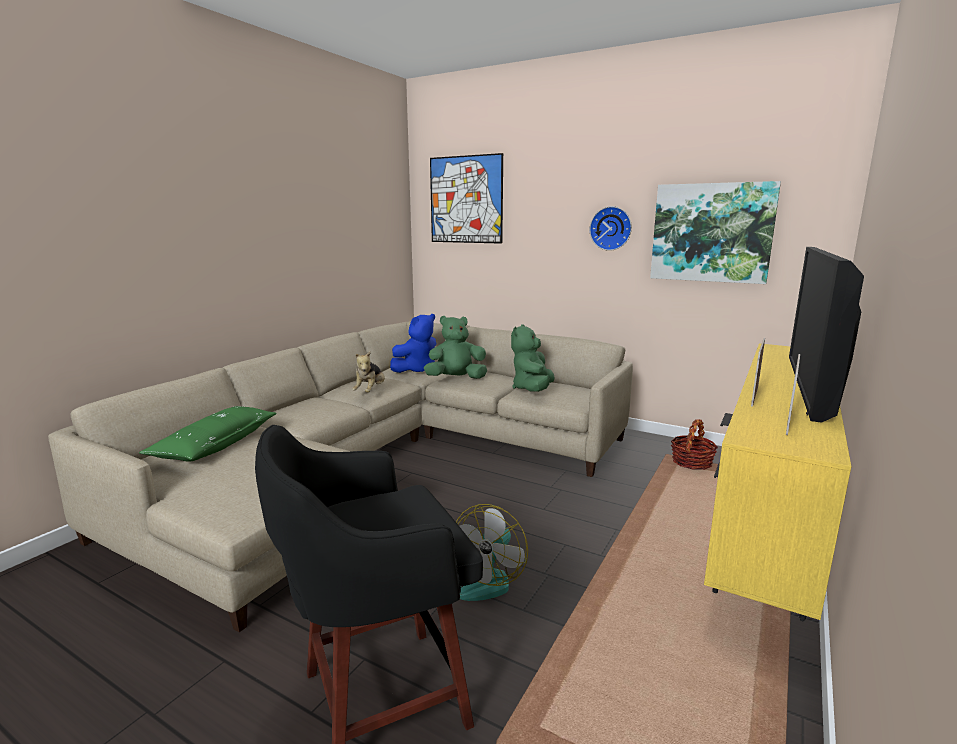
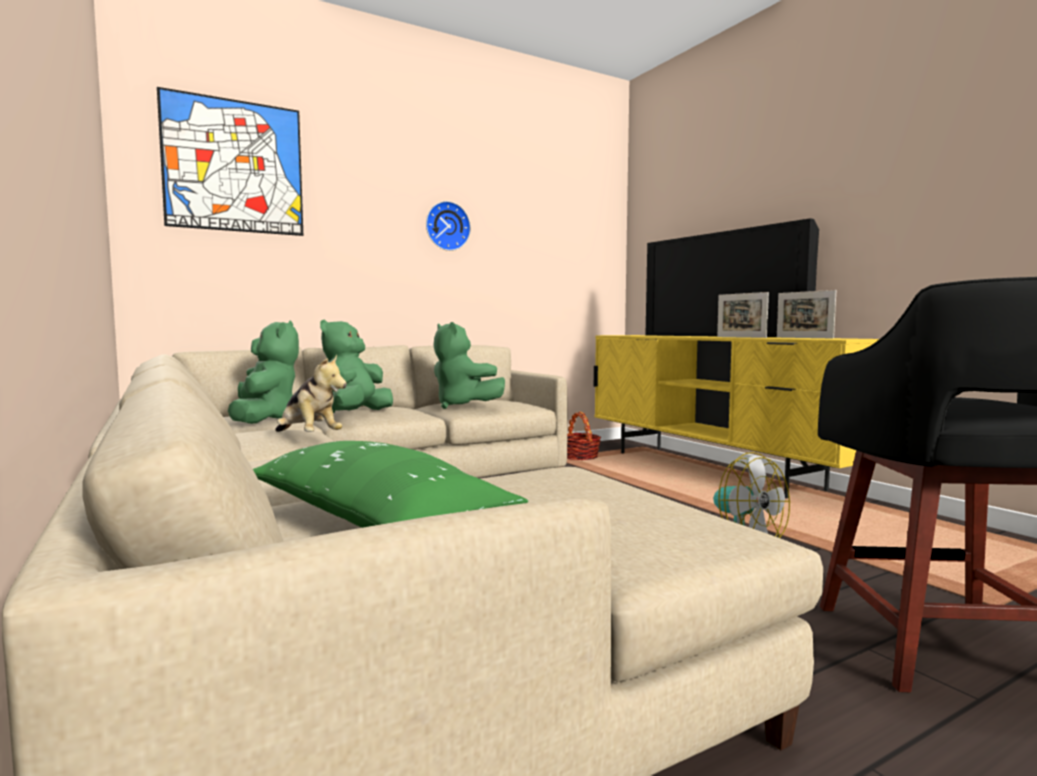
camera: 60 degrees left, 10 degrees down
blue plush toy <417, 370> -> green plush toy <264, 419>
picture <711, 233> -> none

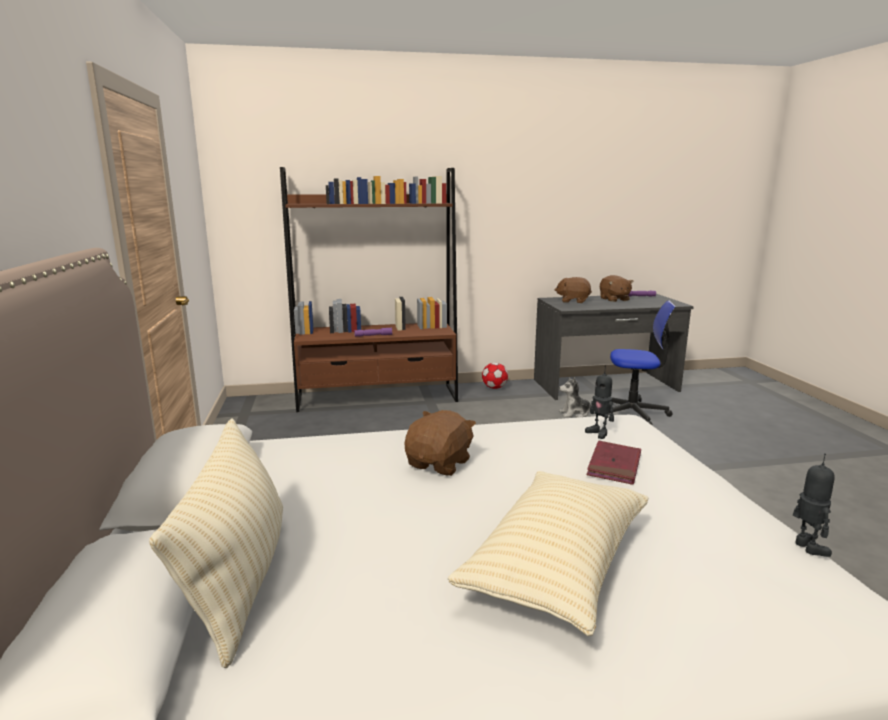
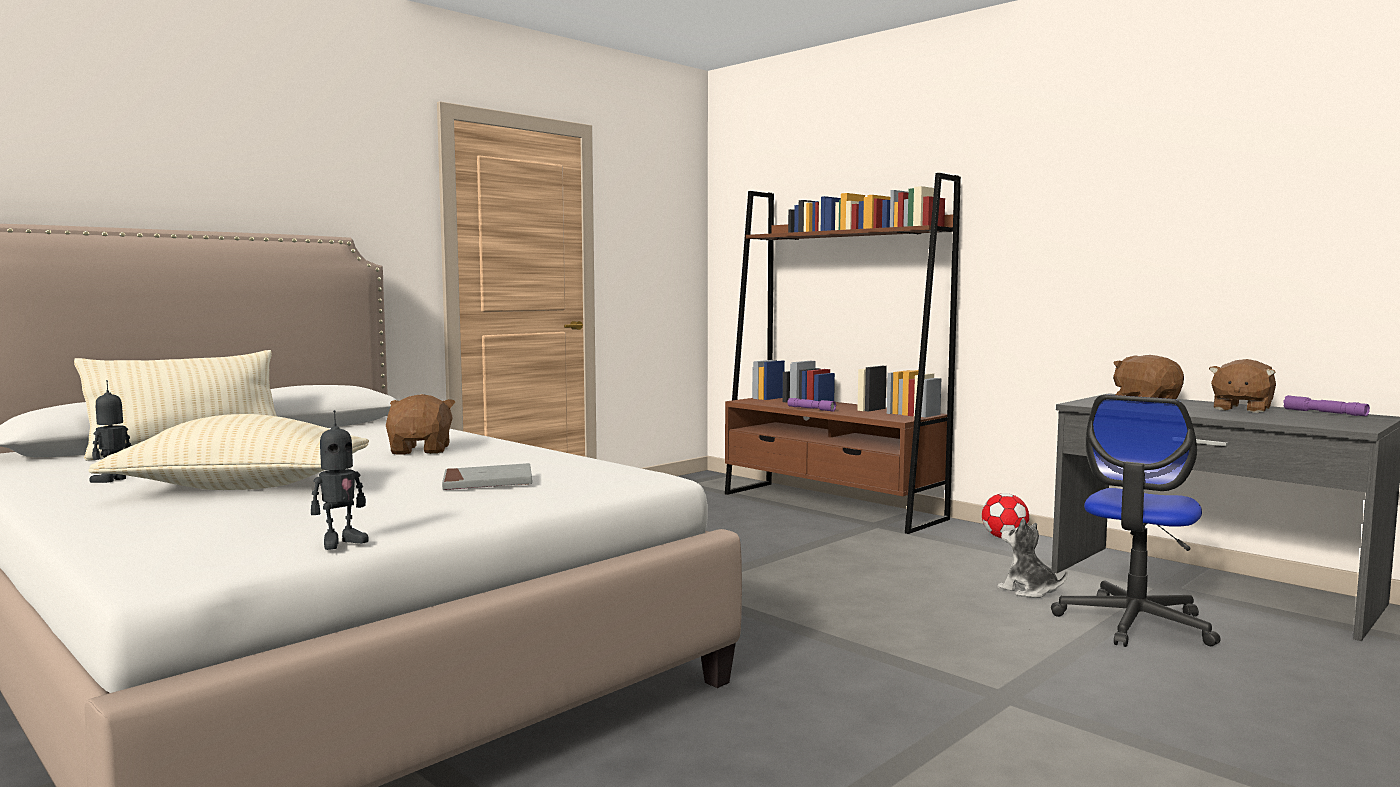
camera: 55 degrees right, 10 degrees down
brown plush toy <440, 464> -> brown plush toy <421, 450>, 90 degrees counterclockwise
toy robot <599, 433> -> toy robot <113, 480>, relocated
red book <614, 465> -> grey book <488, 482>
office chair <633, 413> -> office chair <1134, 623>, 60 degrees clockwise

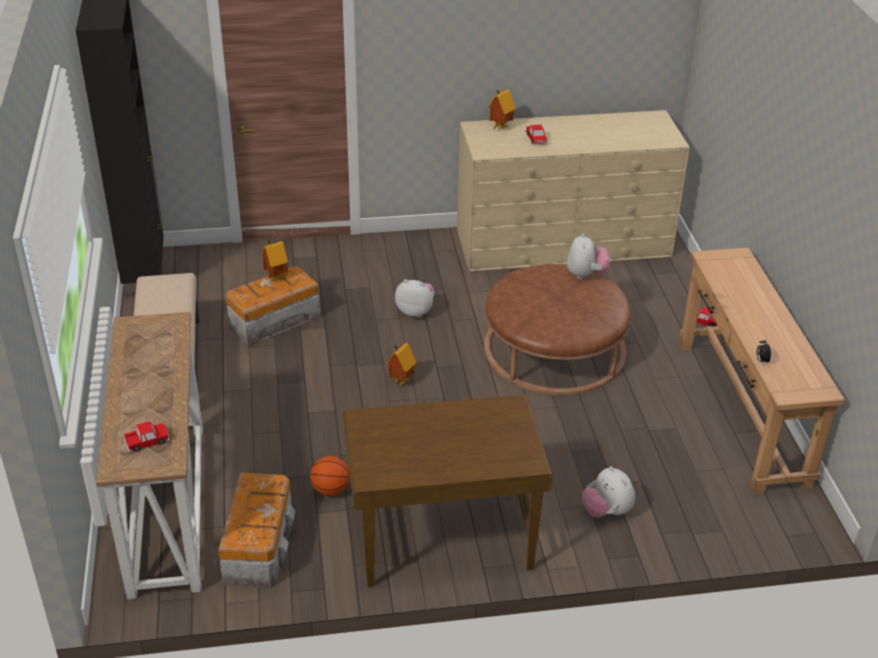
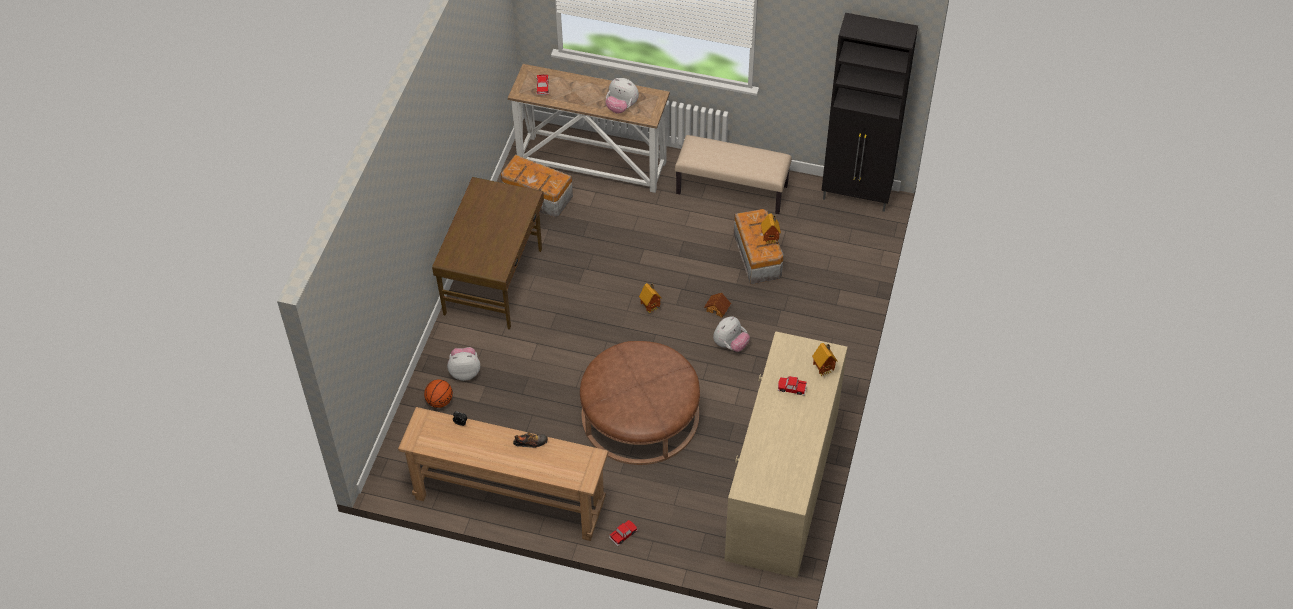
camera: 115 degrees right, 15 degrees up
basketball <330, 490> -> basketball <440, 401>, relocated
plush toy <586, 274> -> plush toy <621, 107>, relocated
none -> shoe <531, 442>
none -> toy house <717, 308>

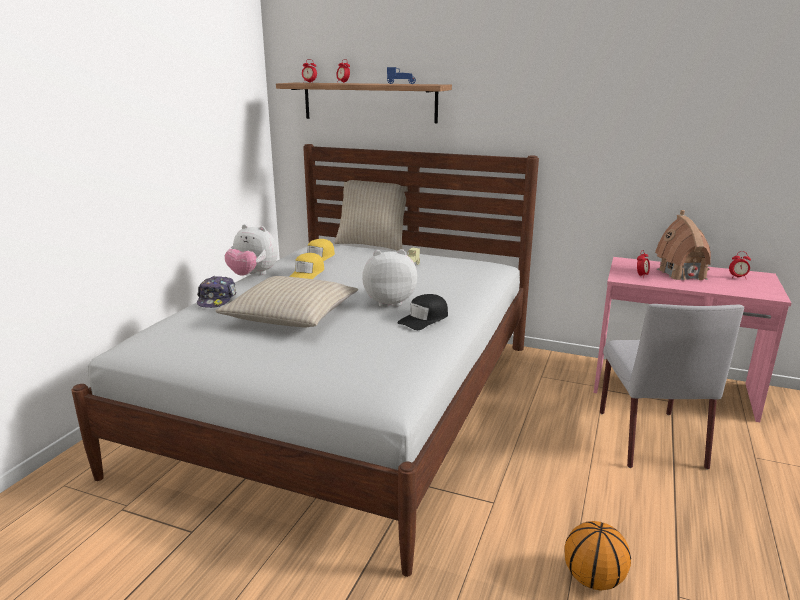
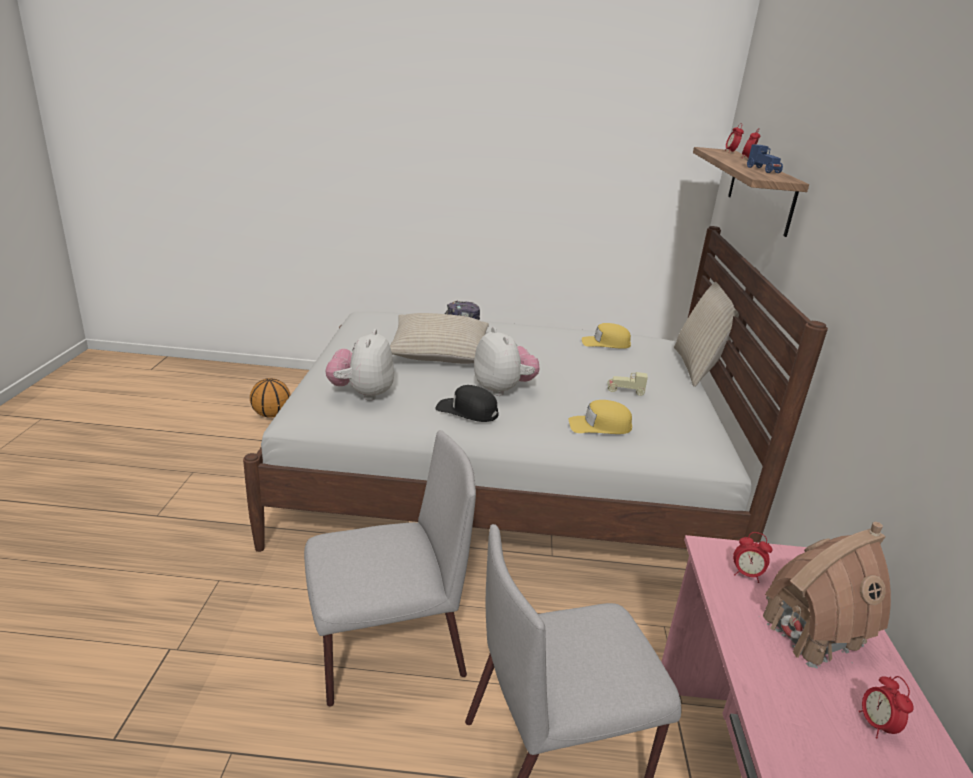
camera: 70 degrees right, 5 degrees up
plush toy <253, 275> -> plush toy <362, 394>, relocated
yellow cap <307, 274> -> yellow cap <599, 426>, relocated
basketball <592, 579> -> basketball <271, 414>, relocated
none -> grey chair <385, 651>

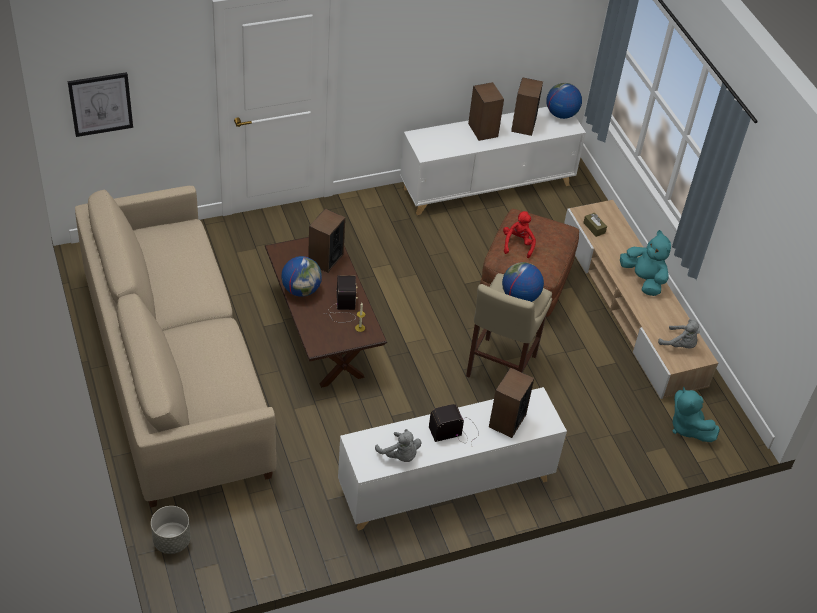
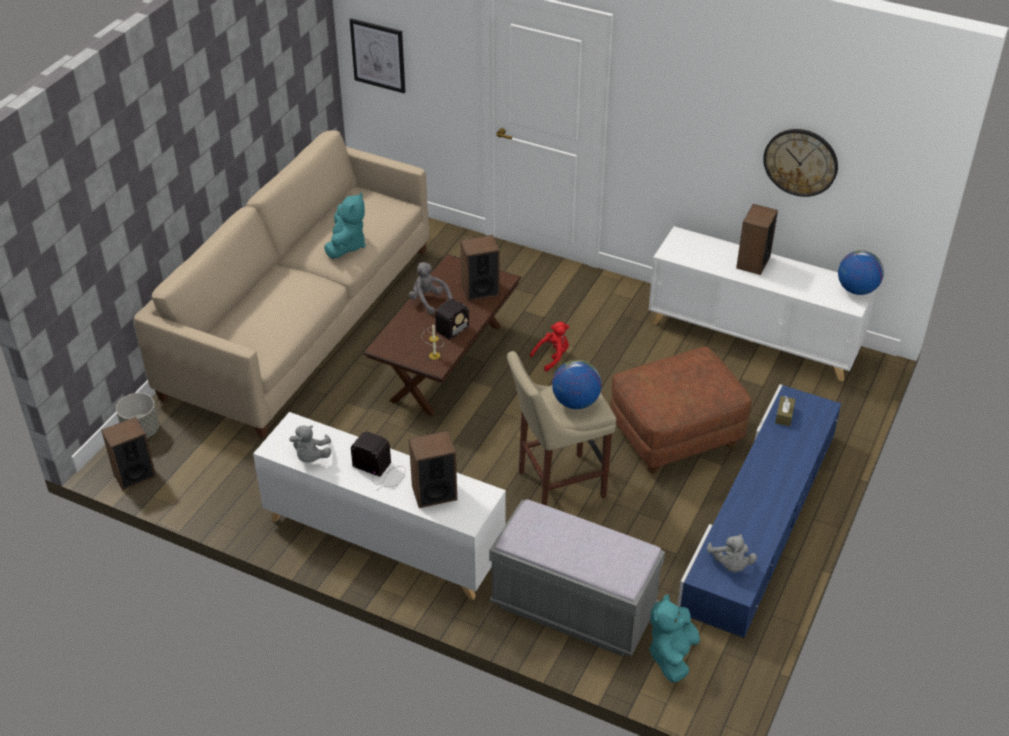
camera: 50 degrees right, 5 degrees down
globe <301, 290> -> grey plush toy <428, 301>
red plush toy <518, 244> -> red plush toy <552, 357>, relocated
speaker <523, 125> -> speaker <134, 475>, relocated
beige tv stand <631, 308> -> blue tv stand <759, 520>
turquoise plush toy <643, 279> -> turquoise plush toy <346, 245>, relocated
none -> grey bench <573, 609>
none -> wall clock <800, 162>

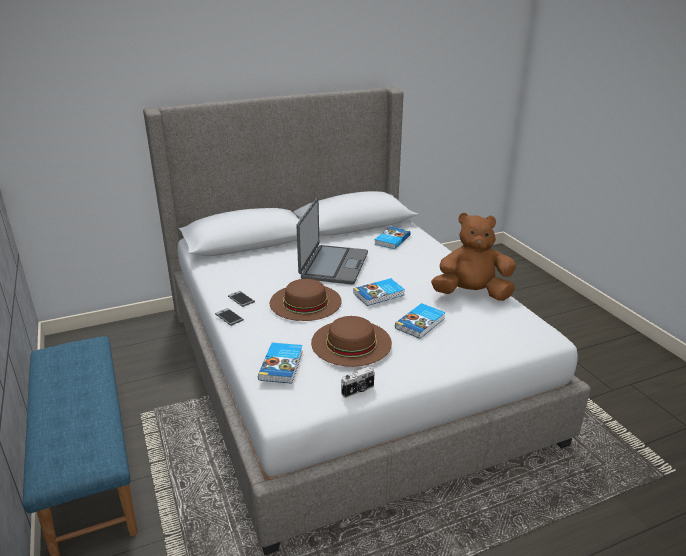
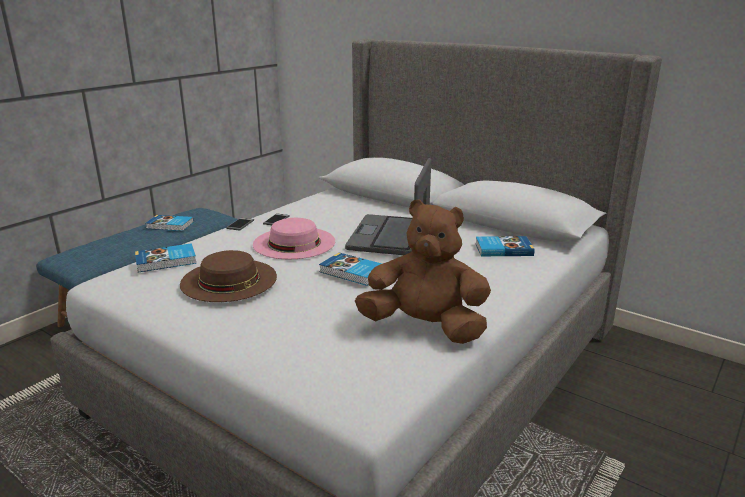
camera: 60 degrees right, 5 degrees down
brown hat <305, 302> -> pink hat <294, 242>
laptop <333, 265> -> laptop <390, 236>, 120 degrees clockwise
photo camera <358, 391> -> none
book <421, 323> -> book <170, 225>, relocated
brown plush toy <471, 294> -> brown plush toy <425, 327>, 45 degrees counterclockwise

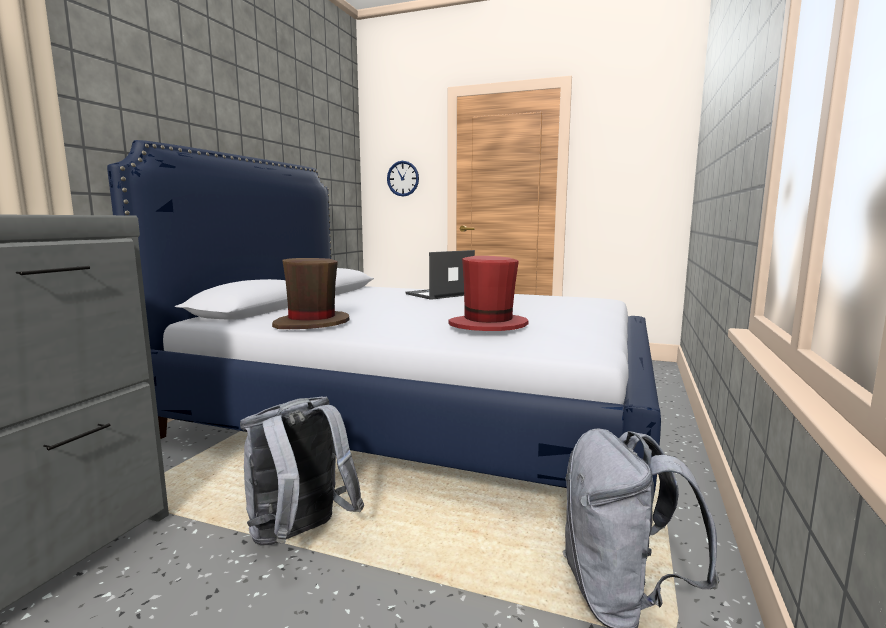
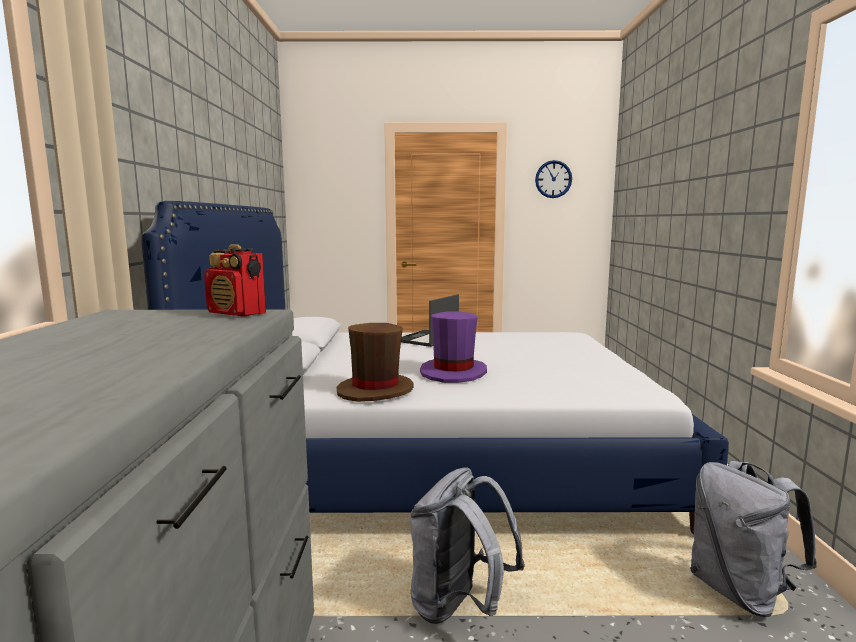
camera: 20 degrees left, 0 degrees up
wall clock <403, 178> -> wall clock <553, 179>, relocated
red hat <487, 326> -> none
none -> radio <237, 314>
none -> purple hat <453, 372>

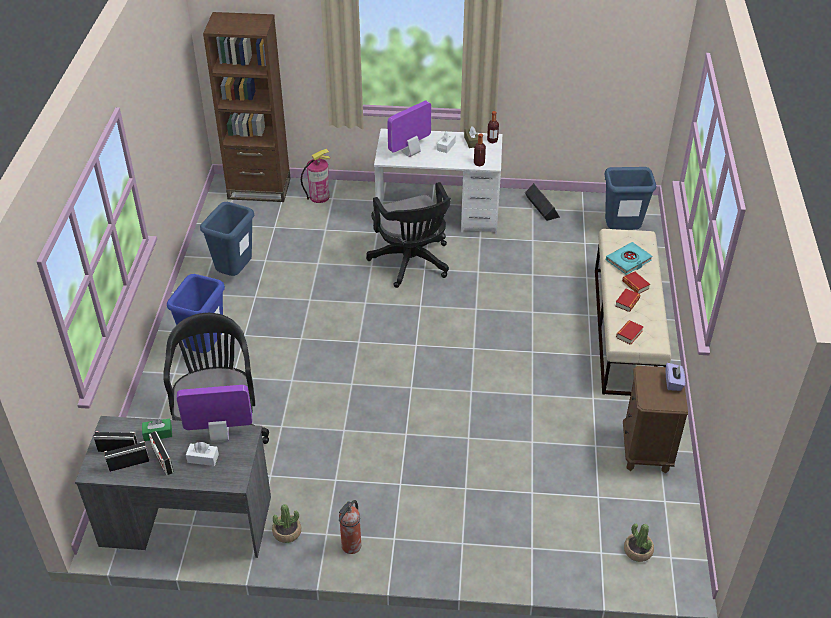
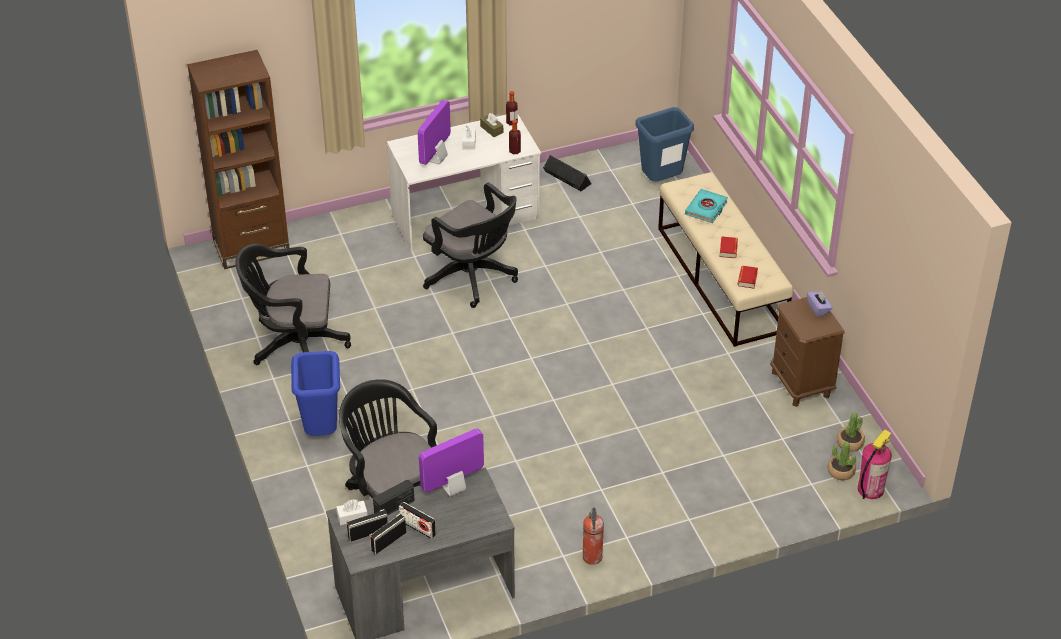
camera: 25 degrees left, 0 degrees up
green tissue box <158, 433> -> radio <394, 507>
white tissue box <203, 458> -> white tissue box <352, 517>, relocated
blue trash can <235, 273> -> black office chair <294, 346>
potted plant <287, 532> -> potted plant <850, 443>, relocated
fire extinguisher <319, 196> -> fire extinguisher <870, 489>, relocated
book <635, 285> -> none

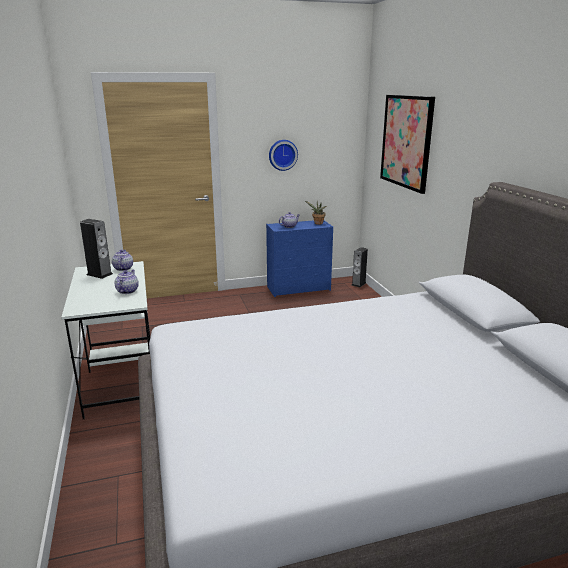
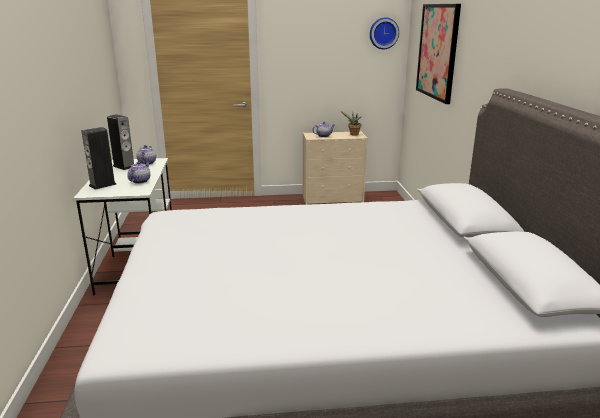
camera: 10 degrees right, 0 degrees up
blue dresser <299, 288> -> beige dresser <333, 198>
wall clock <282, 154> -> wall clock <383, 33>, relocated
speaker <358, 284> -> speaker <102, 185>, relocated

